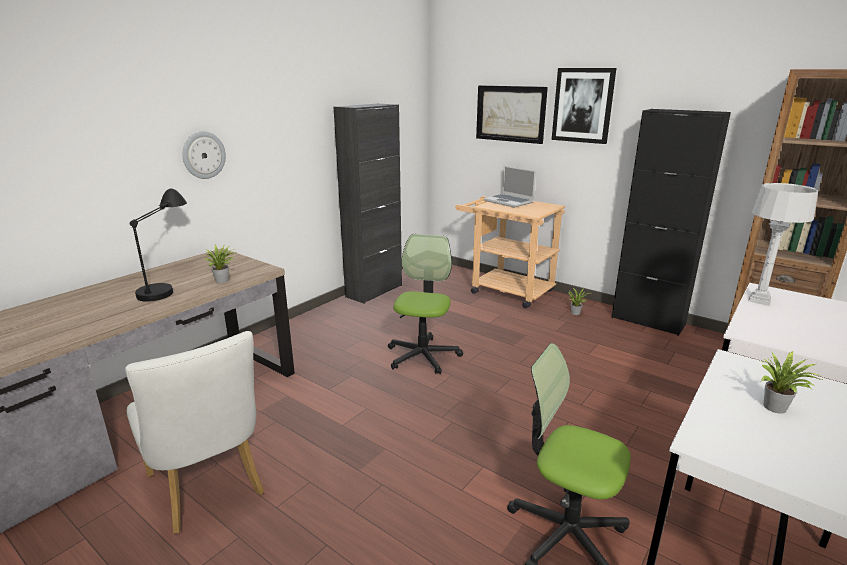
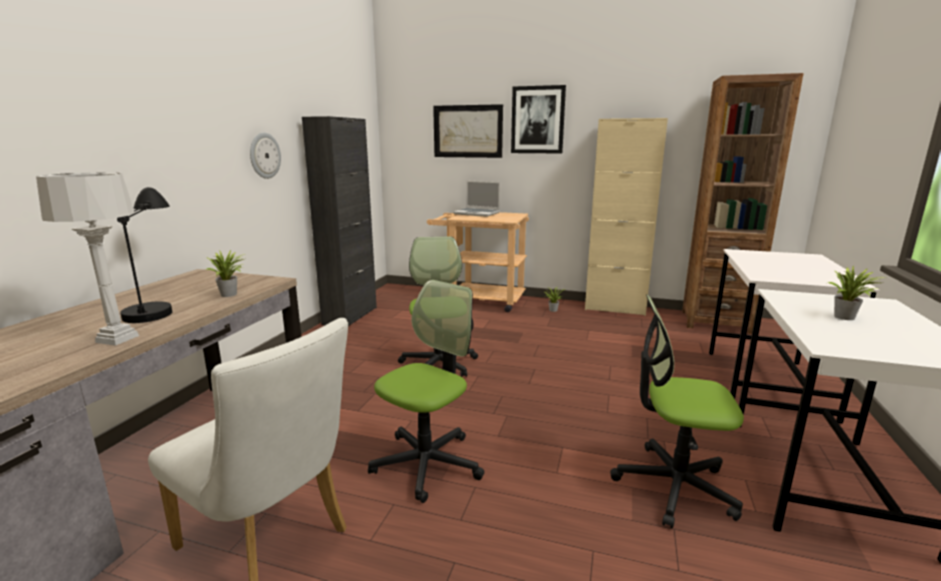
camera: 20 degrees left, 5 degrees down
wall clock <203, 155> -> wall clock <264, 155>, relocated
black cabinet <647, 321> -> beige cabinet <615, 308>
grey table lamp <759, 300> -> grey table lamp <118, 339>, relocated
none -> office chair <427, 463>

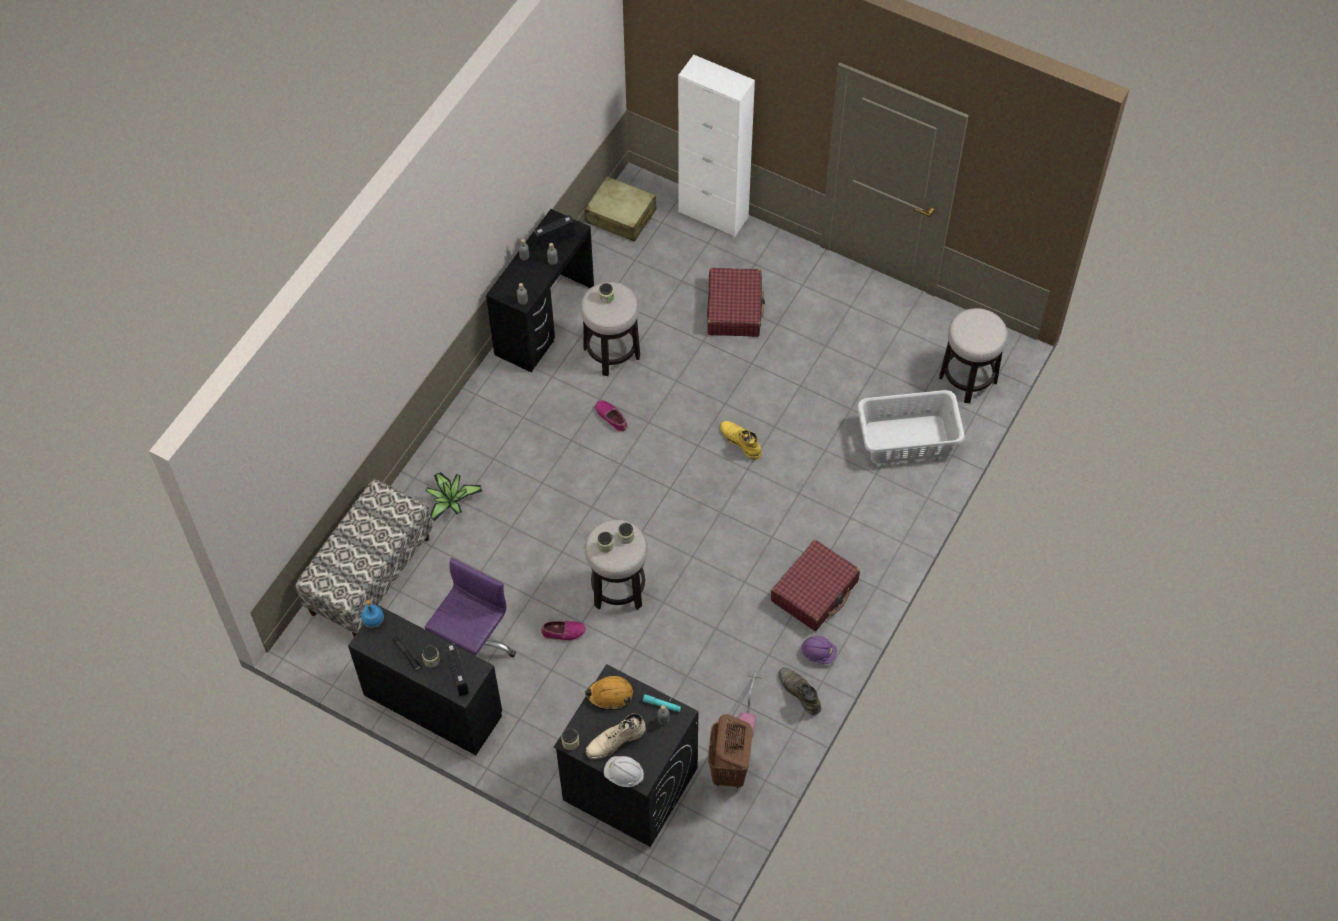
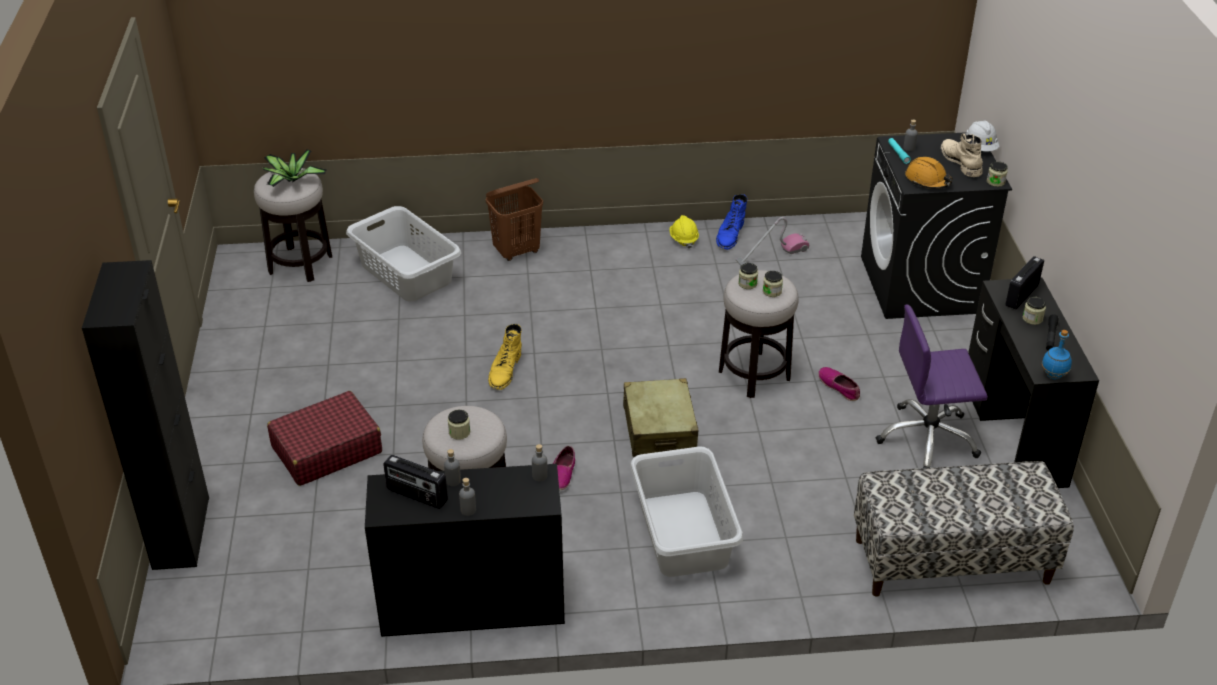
camera: 125 degrees left, 20 degrees down
potted plant <451, 500> -> potted plant <291, 181>, relocated
beige suitcase <621, 216> -> beige suitcase <659, 429>, relocated
beige boot <615, 741> -> beige boot <960, 162>, 135 degrees counterclockwise
white cabinet <713, 214> -> black cabinet <181, 533>
brown laundry basket <729, 771> -> brown laundry basket <517, 252>, relocated
red suitcase <815, 591> -> none
green boot <799, 692> -> blue boot <730, 235>
purple hard hat <818, 653> -> yellow hard hat <683, 239>
none -> grey laundry basket <682, 534>

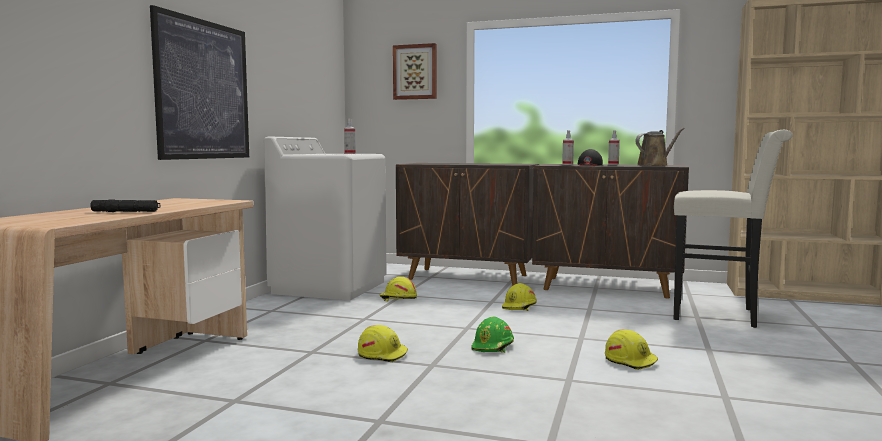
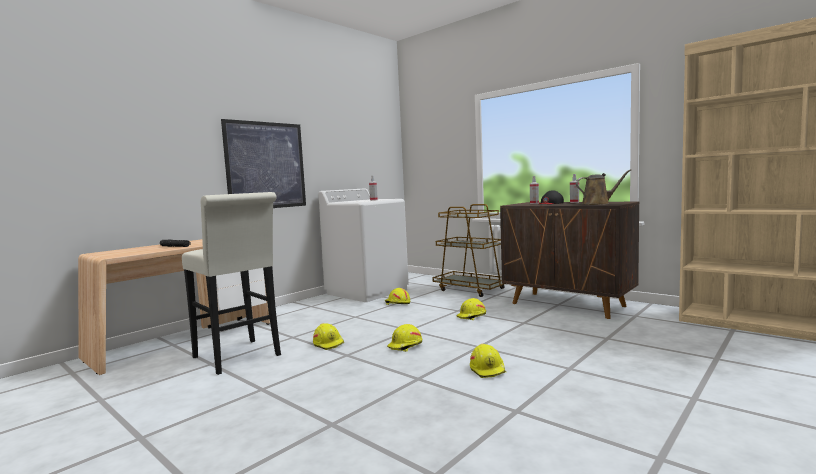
camera: 25 degrees right, 0 degrees up
picture <415, 72> -> none
brown cabinet <469, 277> -> brown cart <471, 289>
green hard hat <493, 346> -> yellow hard hat <405, 346>
white stool <722, 315> -> white stool <239, 358>, relocated

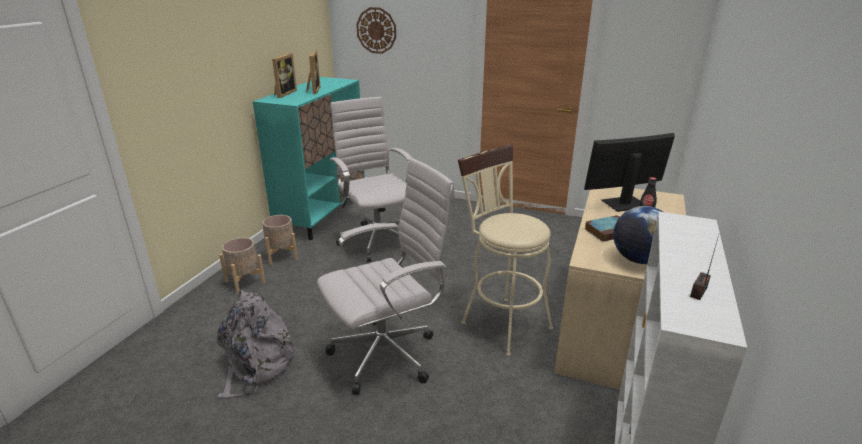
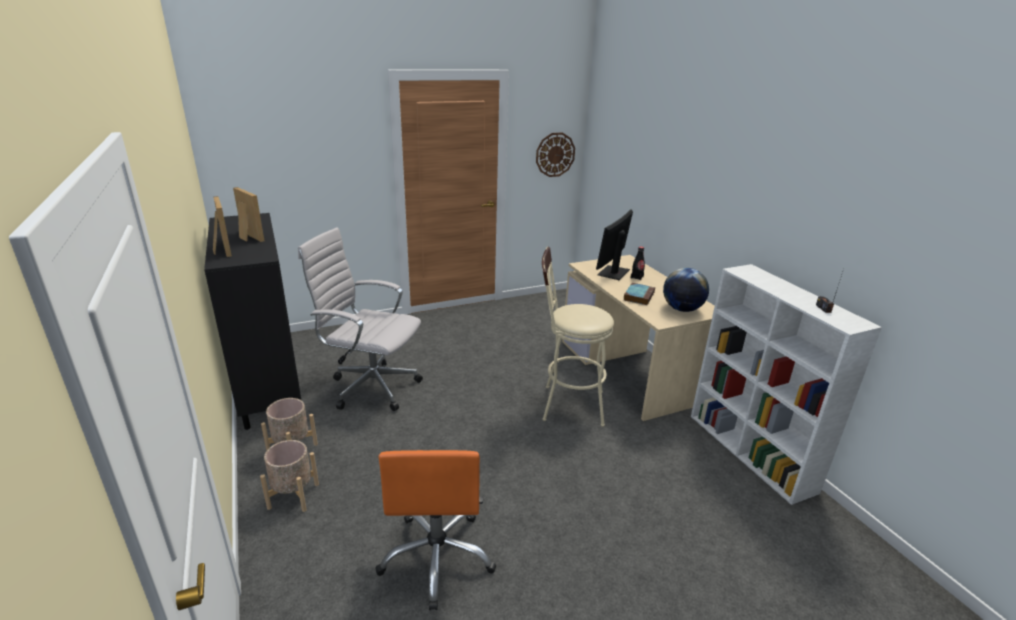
camera: 45 degrees left, 0 degrees up
grey backpack <256, 365> -> orange office chair <438, 556>
turquoise cabinet <323, 214> -> black cabinet <269, 385>
white office chair <389, 354> -> none
wall clock <376, 30> -> wall clock <555, 154>, relocated

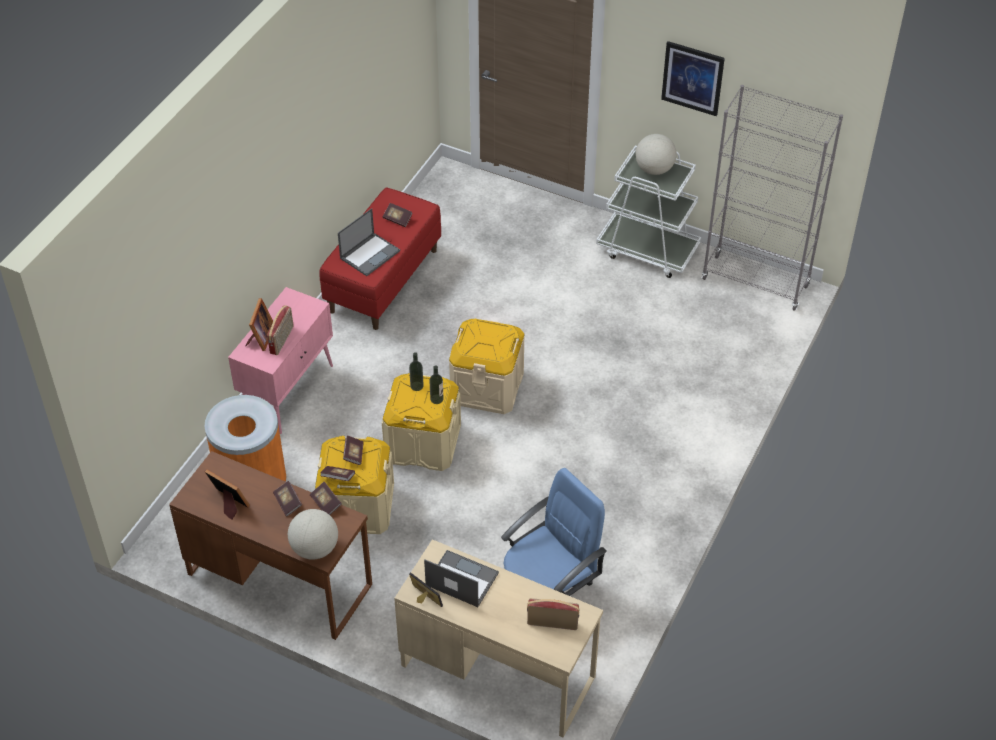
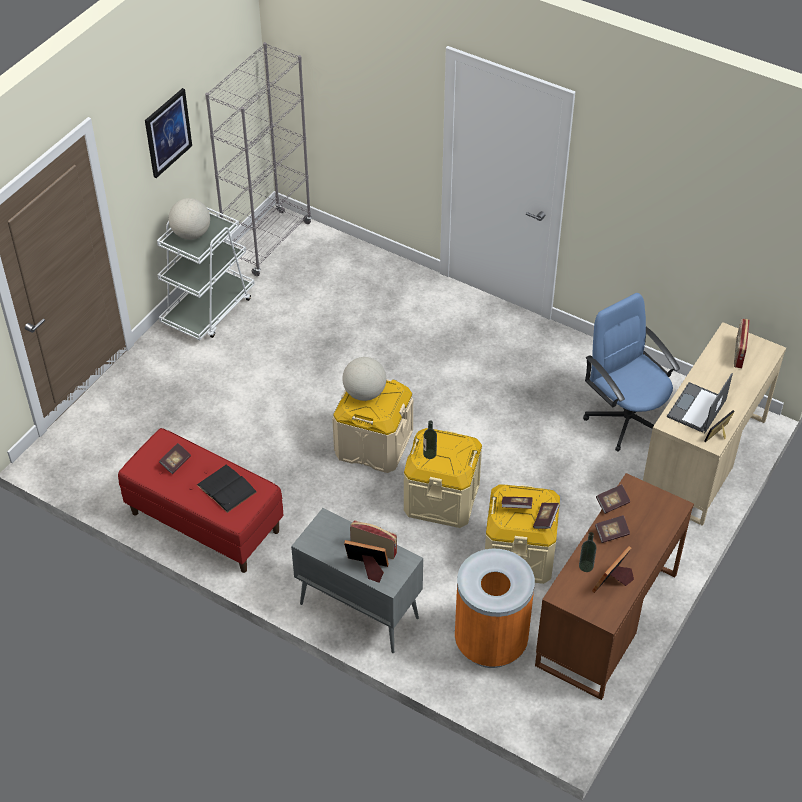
camera: 85 degrees left, 0 degrees up
pink cabinet <289, 391> -> grey cabinet <358, 610>
globe <315, 548> -> globe <364, 393>, relocated
laptop <370, 254> -> black book <226, 488>
bottle <436, 399> -> bottle <586, 566>, relocated

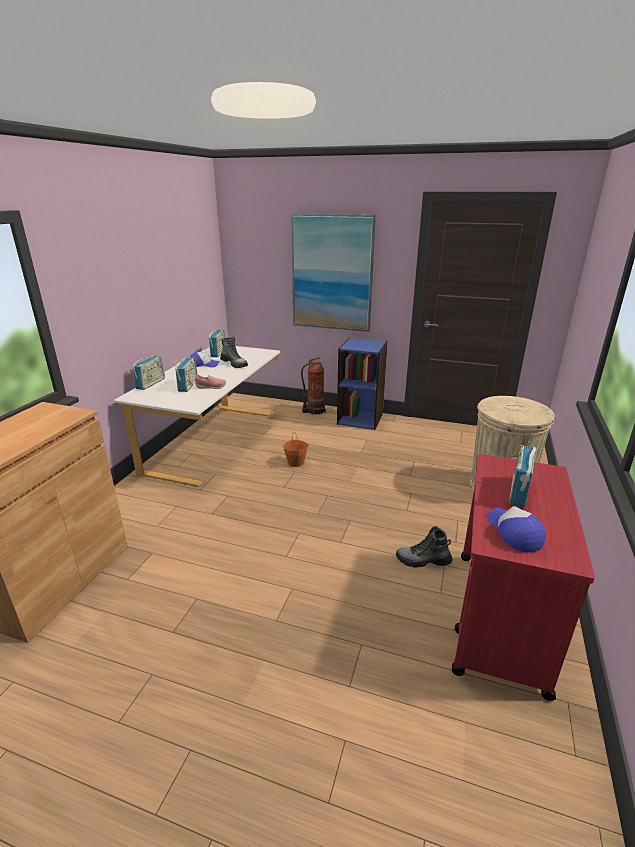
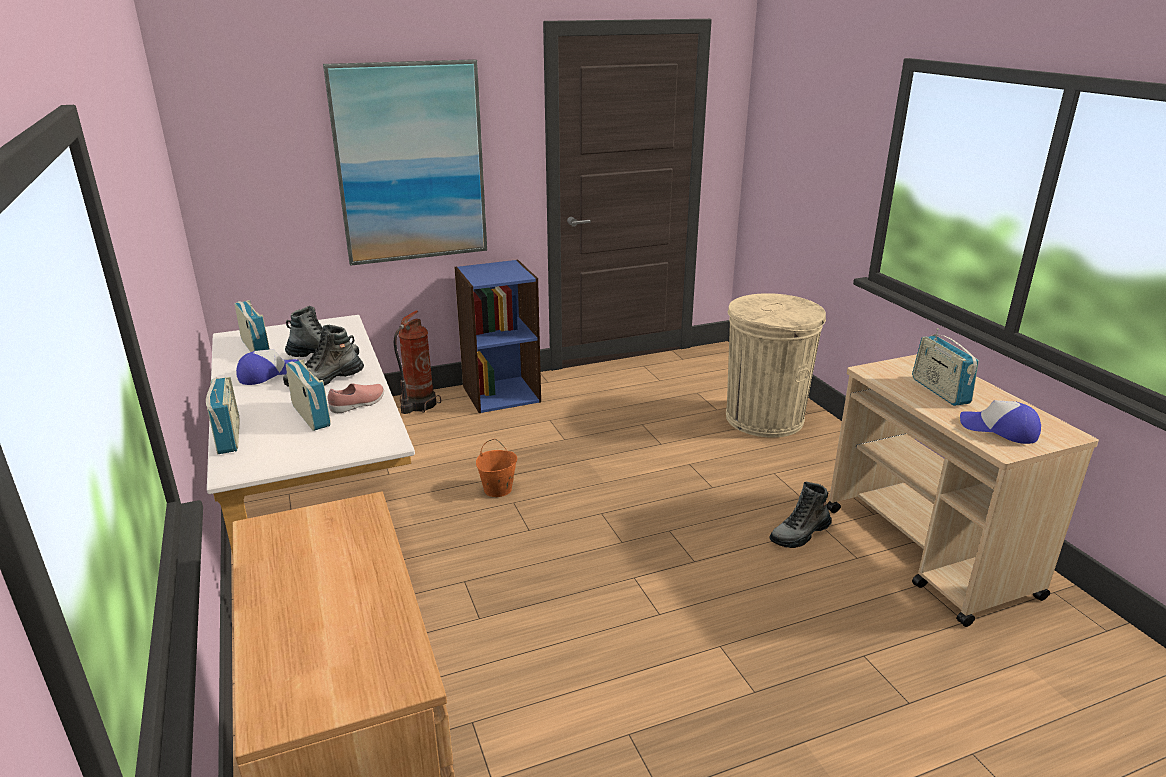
camera: 40 degrees left, 0 degrees up
red cart <499, 618> -> beige cart <929, 552>
none -> boot <325, 380>

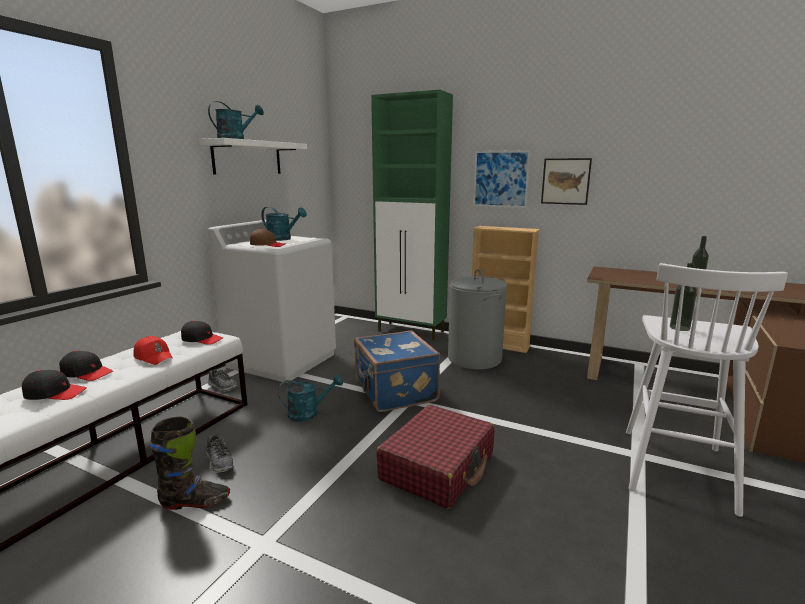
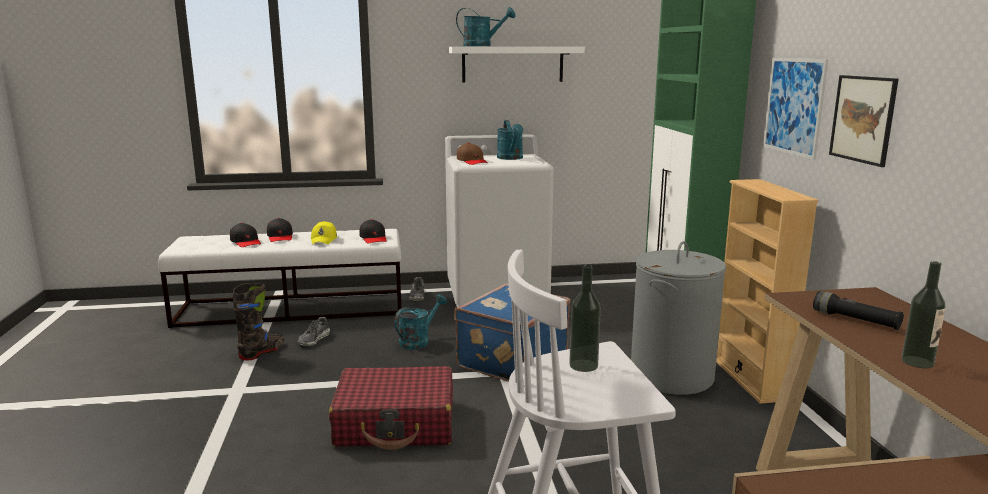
camera: 55 degrees right, 0 degrees up
red cap <154, 357> -> yellow cap <324, 240>
black boot <195, 502> -> black boot <262, 352>, 105 degrees counterclockwise
turquoise watering can <309, 413> -> turquoise watering can <418, 340>, 90 degrees counterclockwise
none -> black flashlight <855, 320>

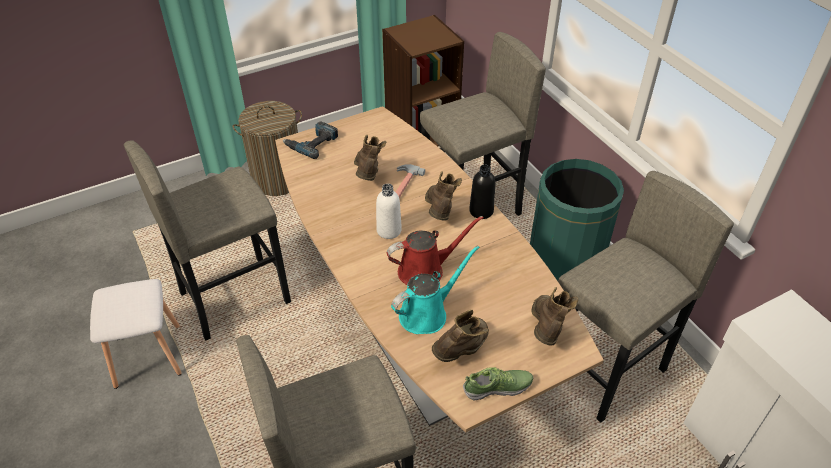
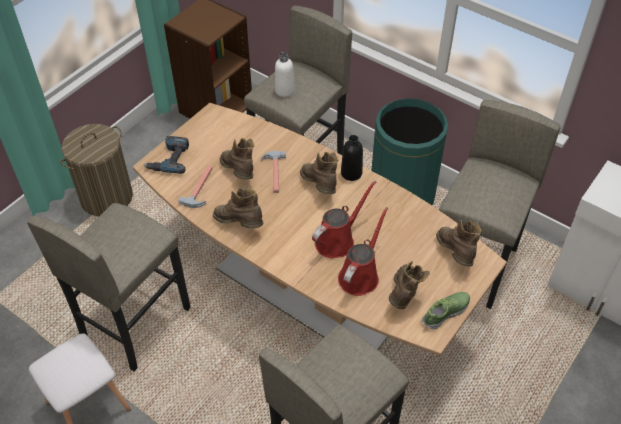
camera: 25 degrees left, 5 degrees up
white bottle <389, 230> -> white bottle <284, 91>, relocated
turquoise watering can <427, 313> -> red watering can <360, 275>
none -> hammer <201, 188>
none -> brown boot <240, 224>

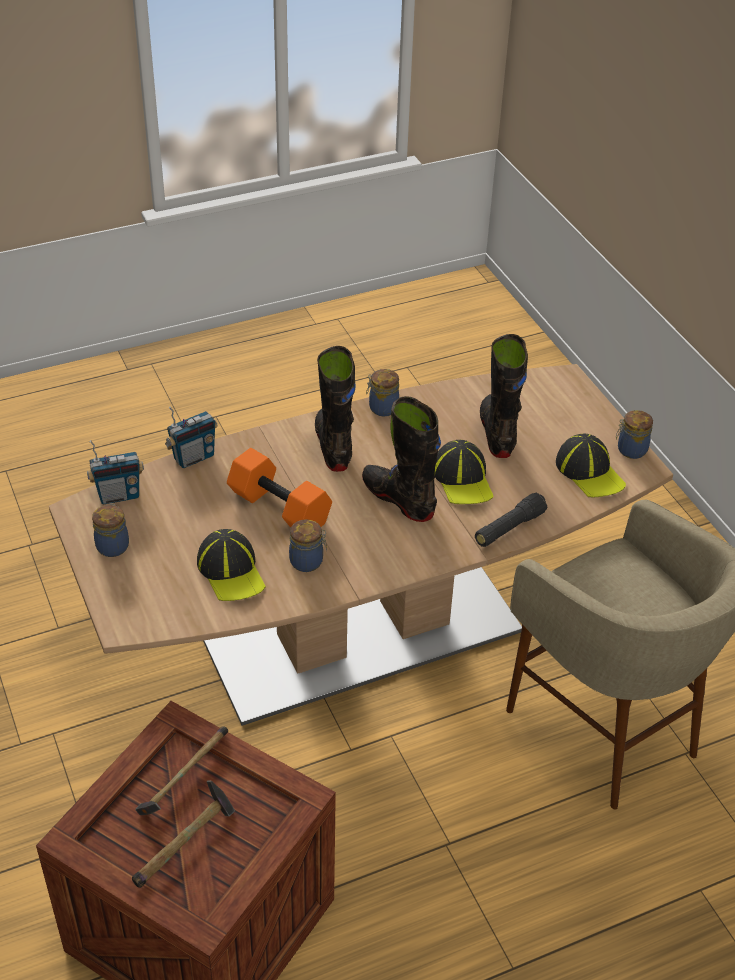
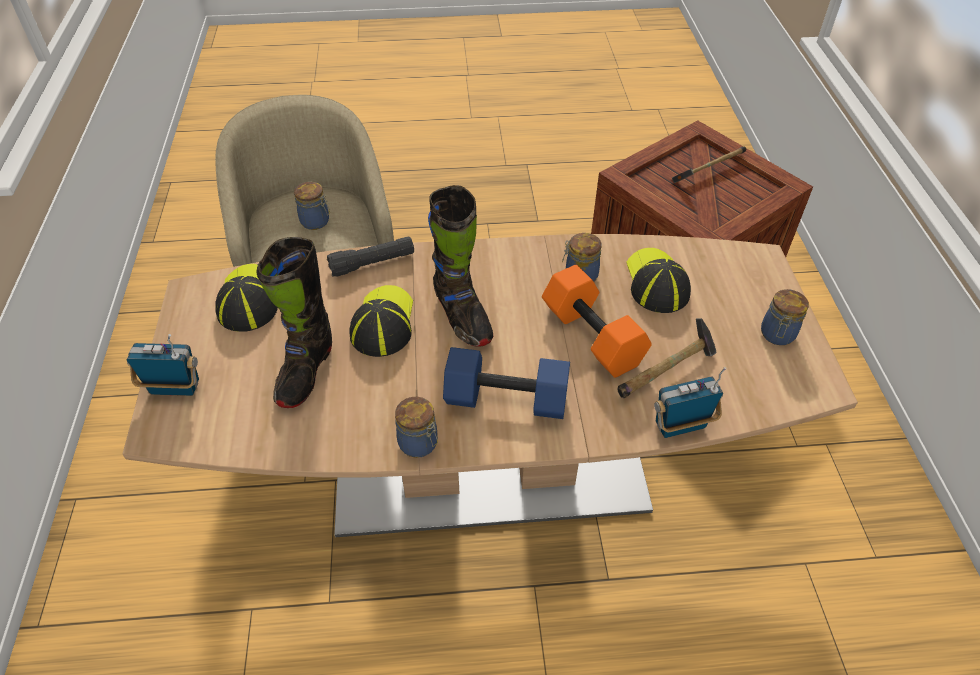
camera: 160 degrees left, 5 degrees up
radio <119, 495> -> radio <175, 388>, relocated
hammer <183, 780> -> hammer <667, 372>, relocated
black boot <333, 446> -> blue dumbbell <505, 401>
jar <630, 450> -> jar <316, 222>, relocated

